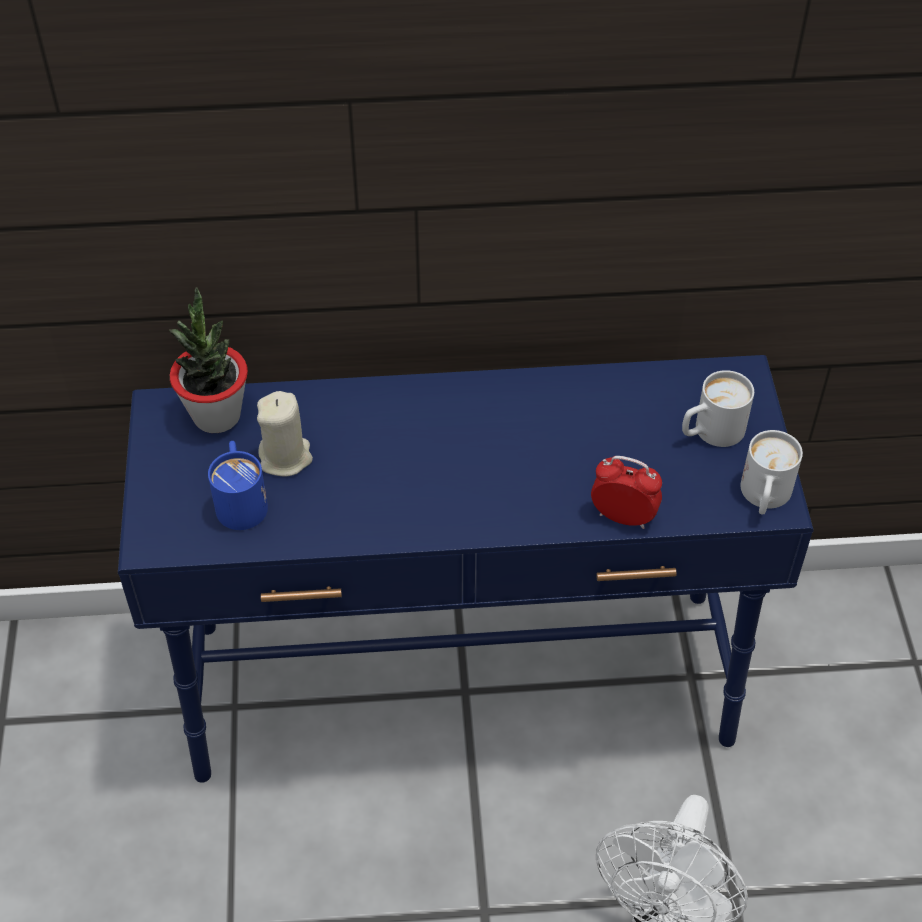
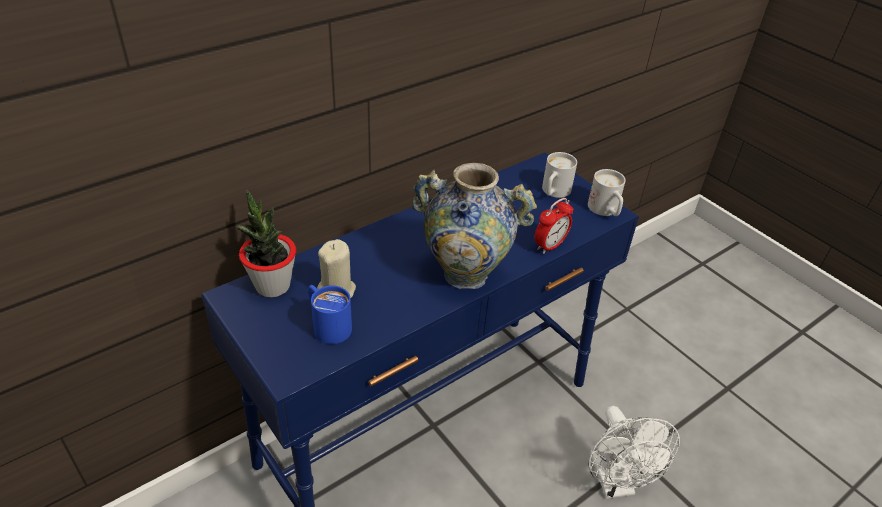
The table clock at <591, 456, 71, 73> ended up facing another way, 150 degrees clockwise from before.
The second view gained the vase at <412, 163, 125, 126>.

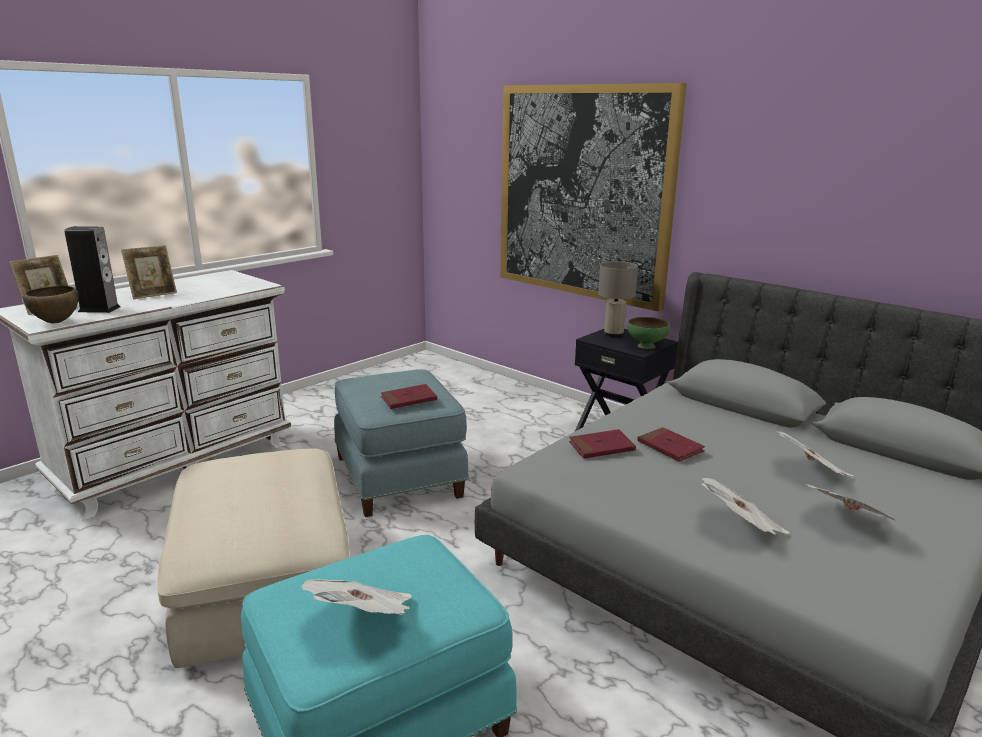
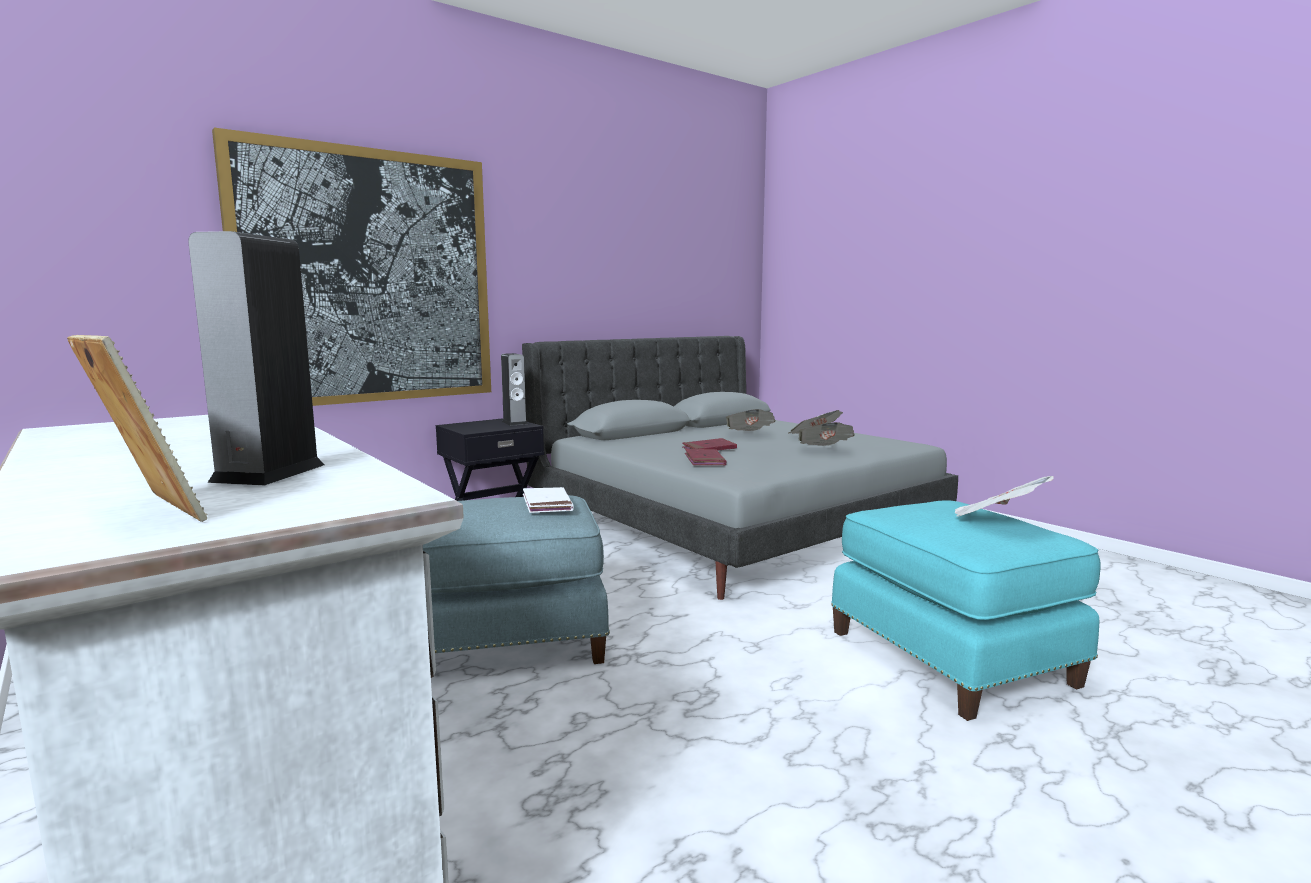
The second view lost the brown-coloured serving bowl at <23, 286, 55, 37>.
The second view lost the picture frame at <121, 246, 56, 53>.
The second view lost the beige footrest at <157, 449, 193, 219>.
What was the red volume at <381, 384, 56, 25> turned into the whitish volume at <523, 487, 51, 26>.
The second view lost the gray tabletop lamp at <598, 261, 40, 77>.
Where the greenish serving bowl stood at <627, 317, 42, 32>, the loudspeaker came to stand at <501, 353, 27, 73>.

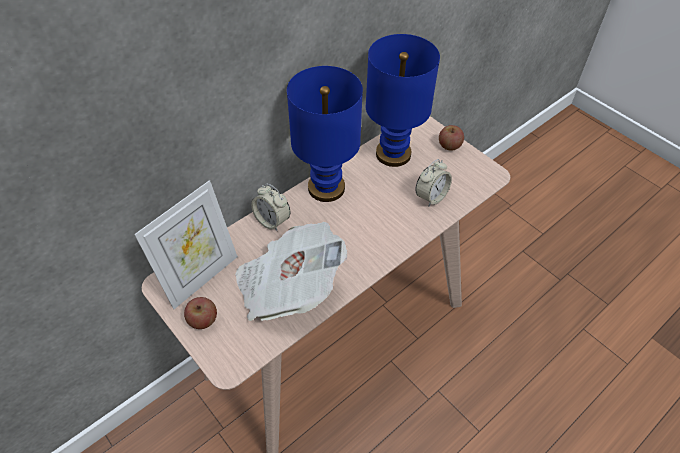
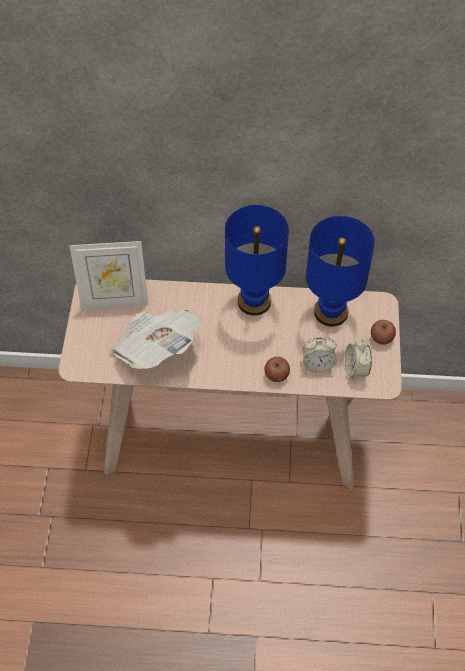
The whole apple ended up elsewhere, having gone from <184, 297, 33, 32> to <264, 357, 26, 25>.
The table clock ended up elsewhere, having gone from <251, 184, 39, 47> to <345, 339, 27, 41>.

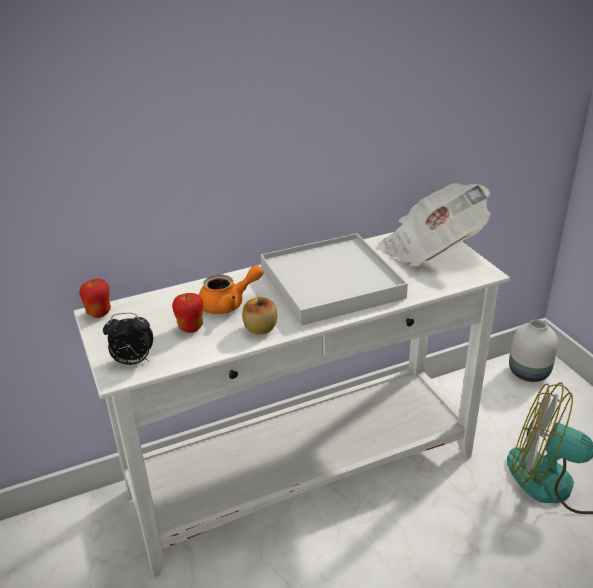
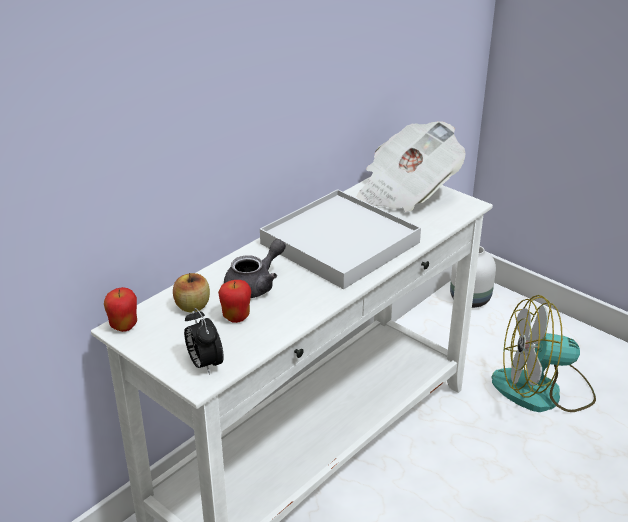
The table clock at <103, 313, 50, 52> ended up facing another way, 90 degrees clockwise from before.
What was the orange tea pot at <199, 265, 64, 49> turned into the gray tea pot at <224, 239, 62, 59>.
The whole apple ended up elsewhere, having gone from <242, 297, 35, 38> to <173, 273, 37, 39>.

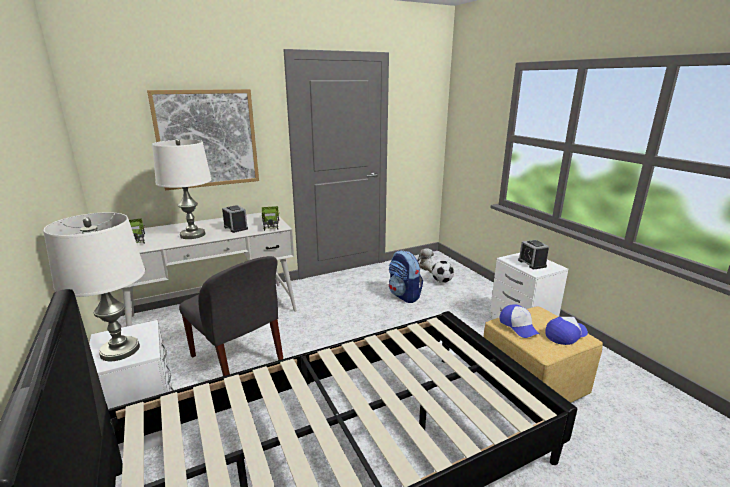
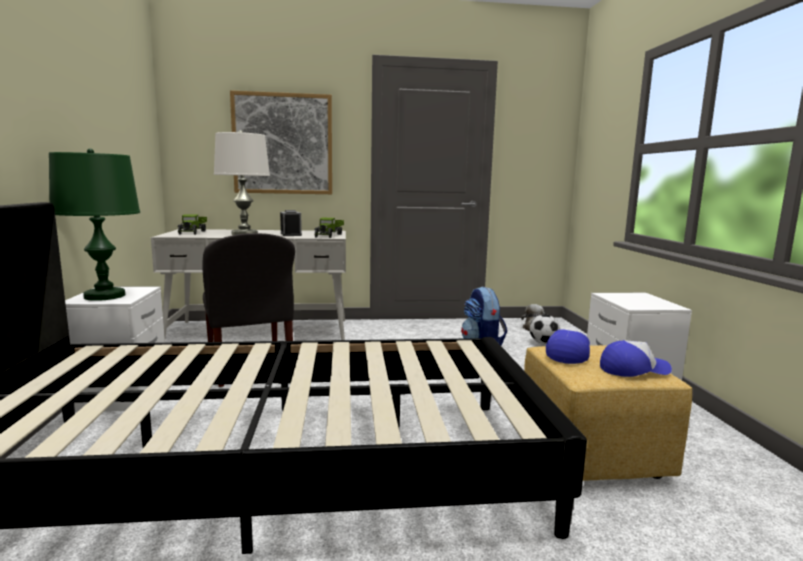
What was the whitish tabletop lamp at <43, 212, 102, 149> turned into the greenish tabletop lamp at <49, 149, 91, 152>.
The peaked cap at <500, 304, 39, 34> ended up facing another way, 150 degrees counterclockwise from before.
The second view lost the table clock at <518, 240, 31, 29>.

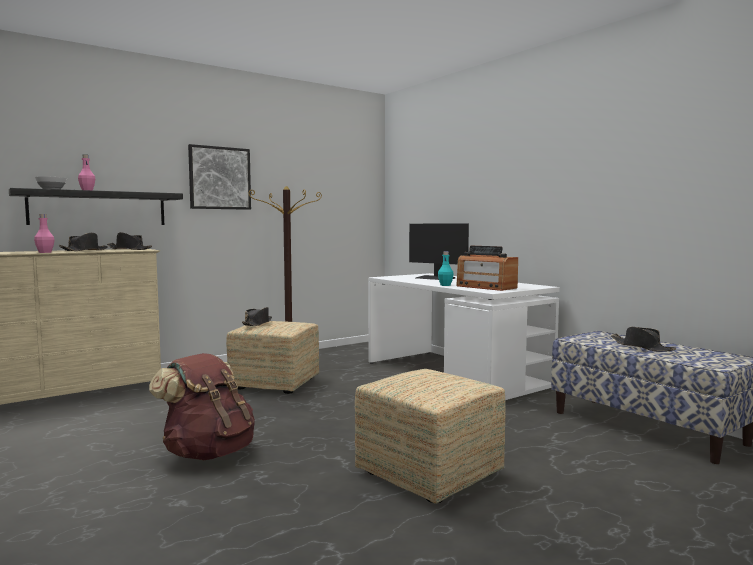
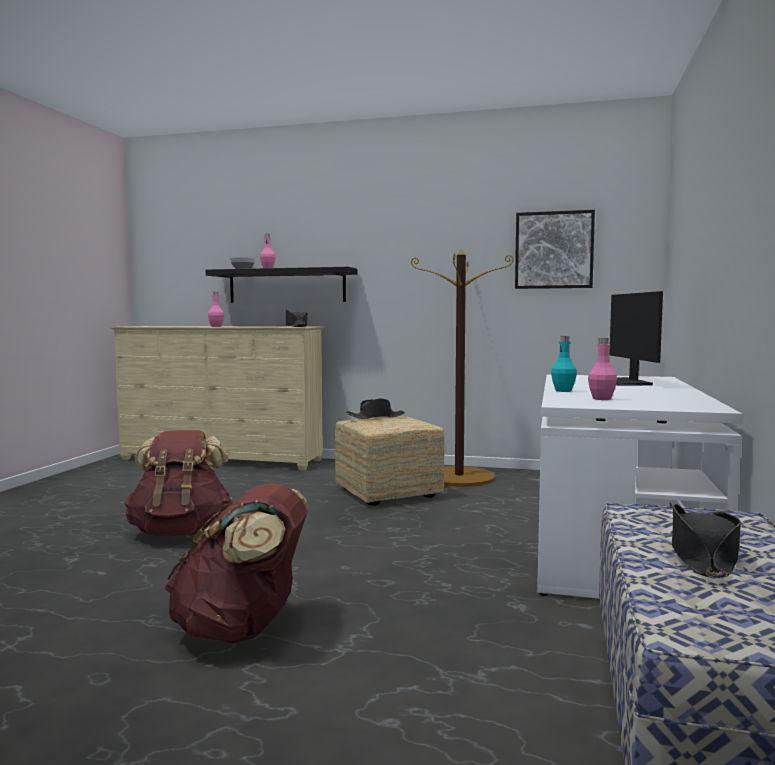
The second view lost the black-coloured clothing hat at <59, 233, 49, 18>.
The picture ended up elsewhere, having gone from <188, 144, 63, 66> to <515, 210, 80, 79>.
Where the footrest stood at <355, 369, 151, 135>, the brown-coloured knapsack came to stand at <164, 483, 144, 160>.
Where the radio receiver stood at <457, 246, 61, 45>, the pinkish bottle came to stand at <588, 338, 29, 62>.

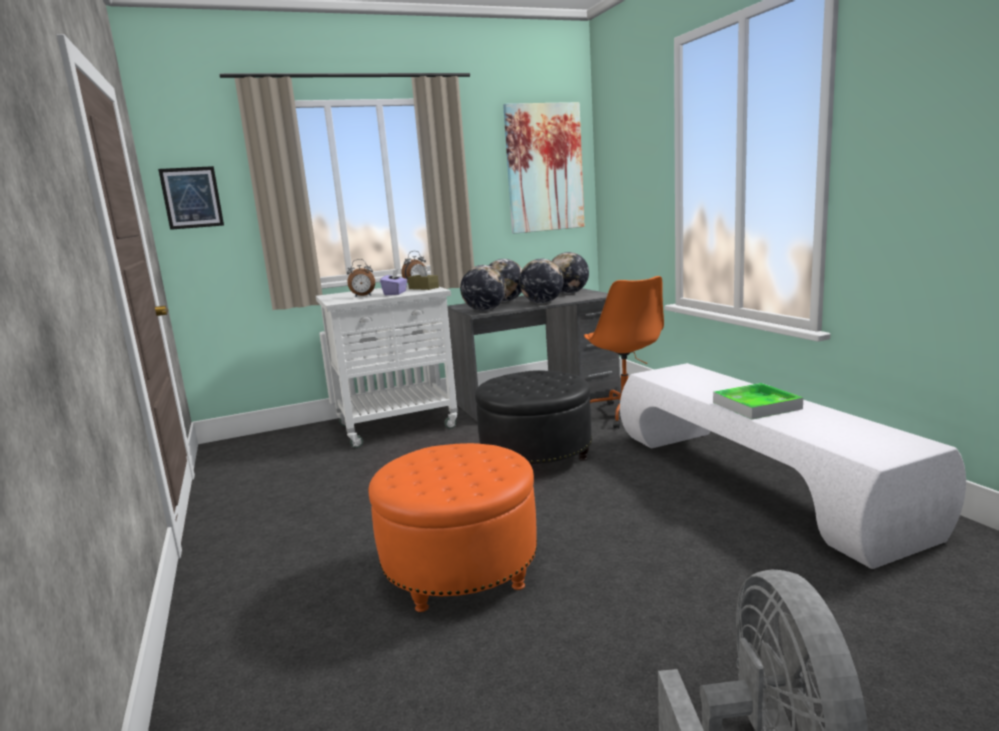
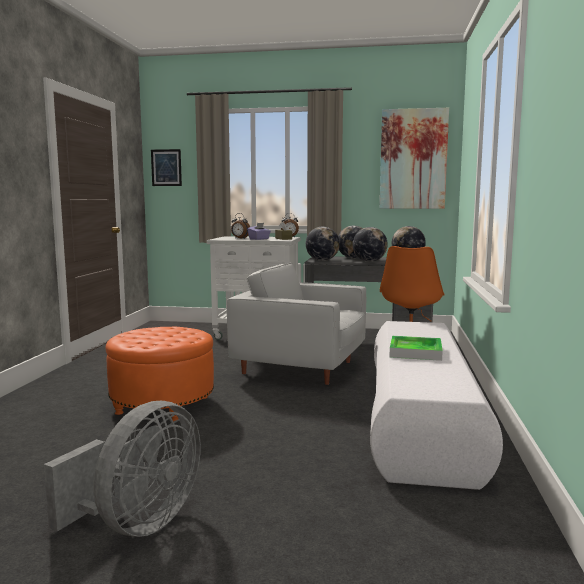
Where the black-coloured footrest stood at <475, 370, 117, 96>, the whitish easy chair came to stand at <227, 263, 139, 122>.

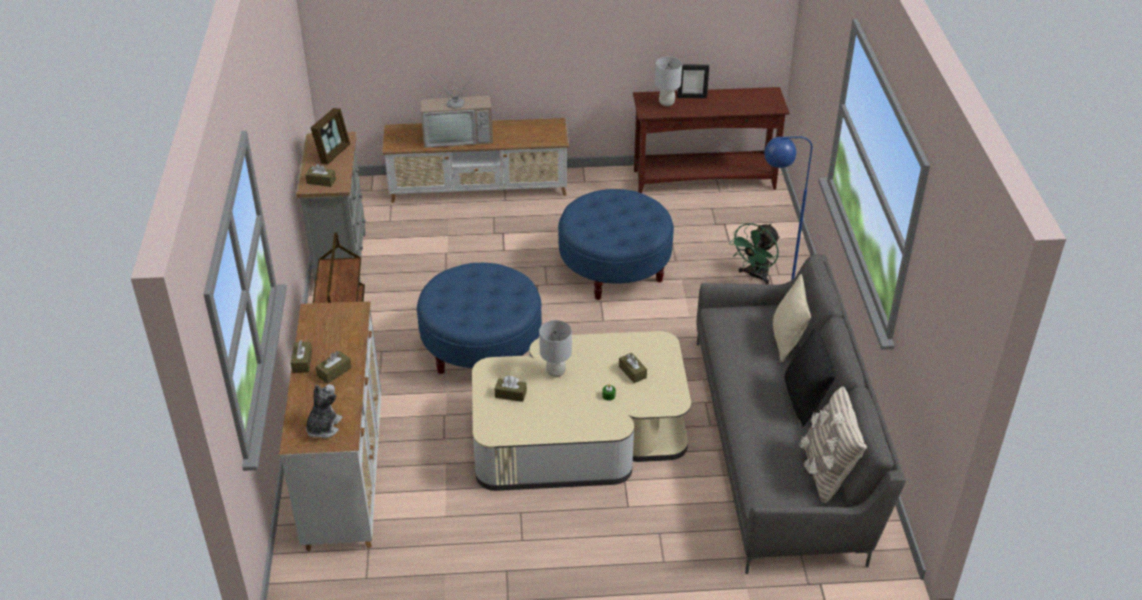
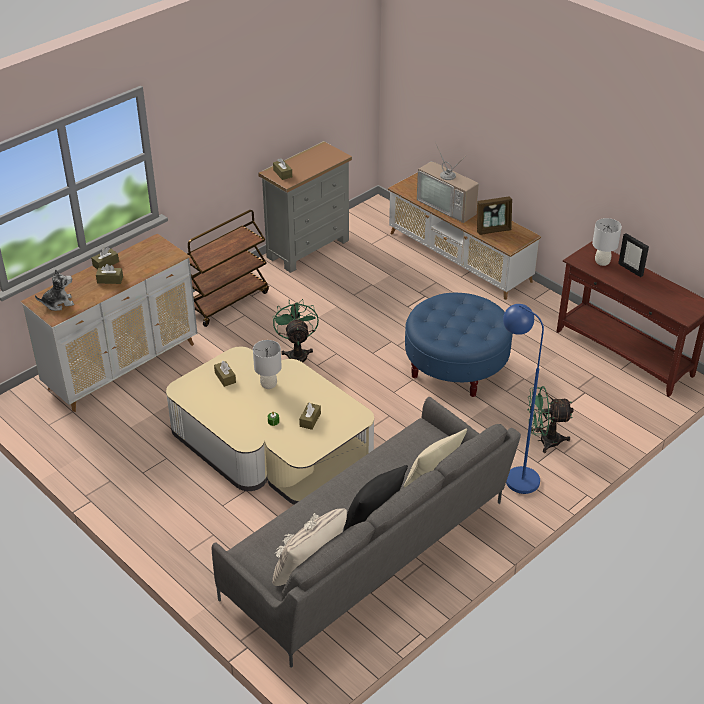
The picture frame ended up elsewhere, having gone from <311, 108, 39, 56> to <477, 196, 35, 39>.
Where the blue-coloured footrest stood at <417, 263, 125, 111>, the greenish cooling fan came to stand at <273, 299, 46, 63>.

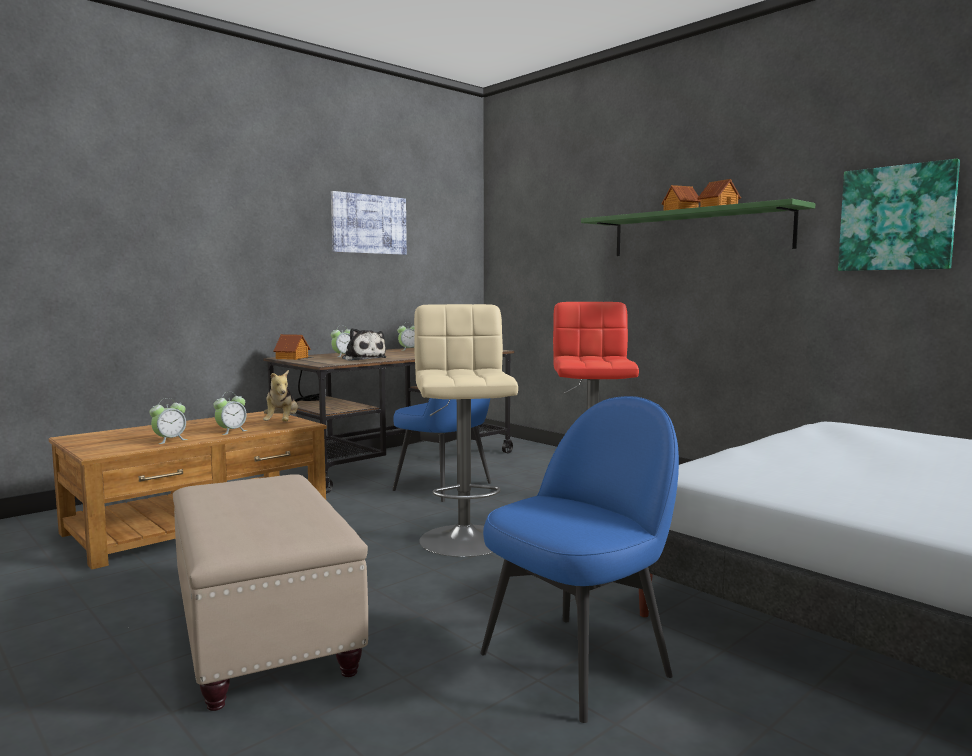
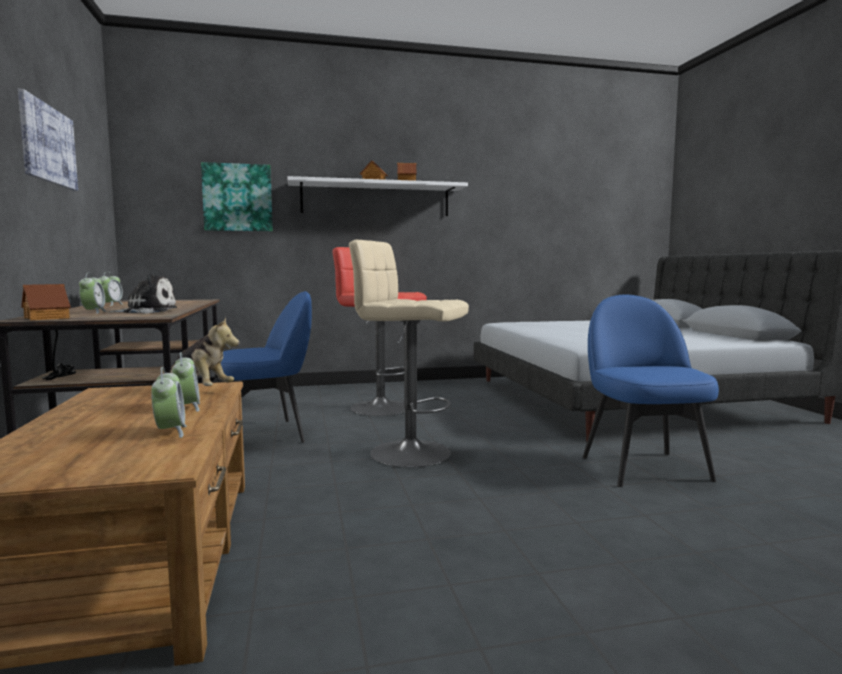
The second view lost the beige footrest at <173, 474, 195, 237>.
What was the greenish shelf at <581, 199, 235, 57> turned into the whitish shelf at <288, 176, 180, 40>.
The picture ended up elsewhere, having gone from <838, 159, 122, 112> to <201, 162, 72, 69>.

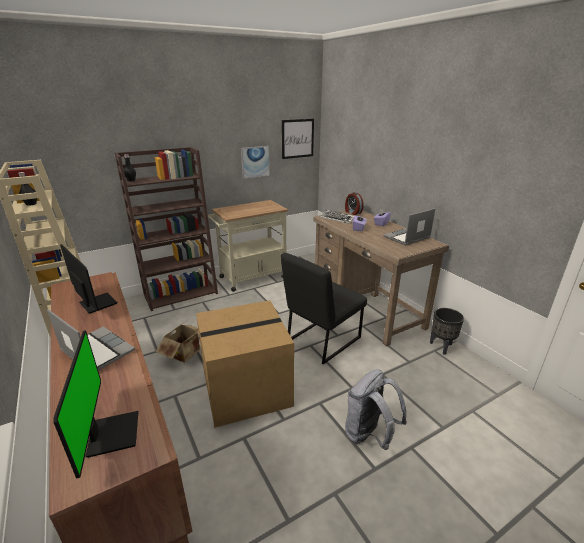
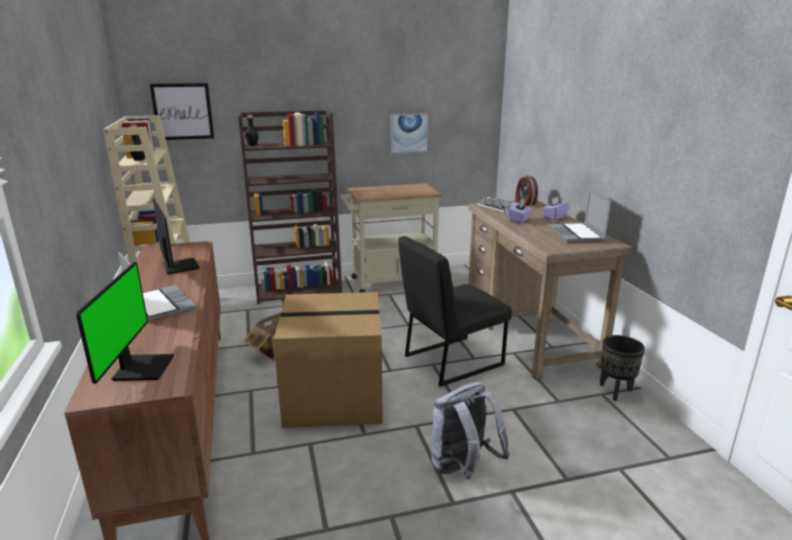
The picture ended up elsewhere, having gone from <282, 119, 32, 40> to <150, 83, 64, 57>.
The laptop at <383, 208, 52, 37> ended up facing another way, 75 degrees counterclockwise from before.

